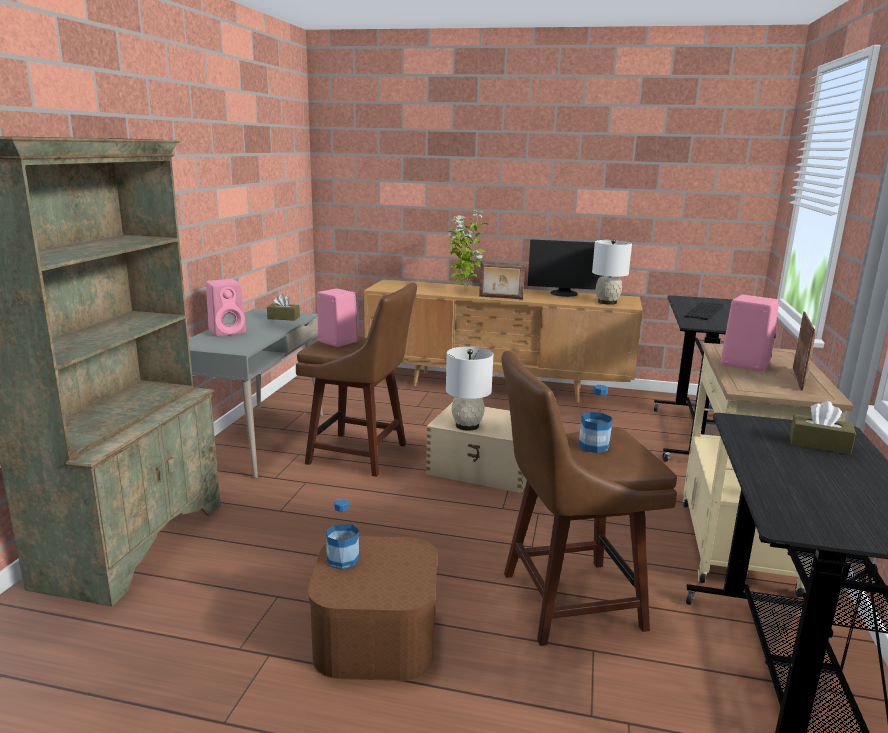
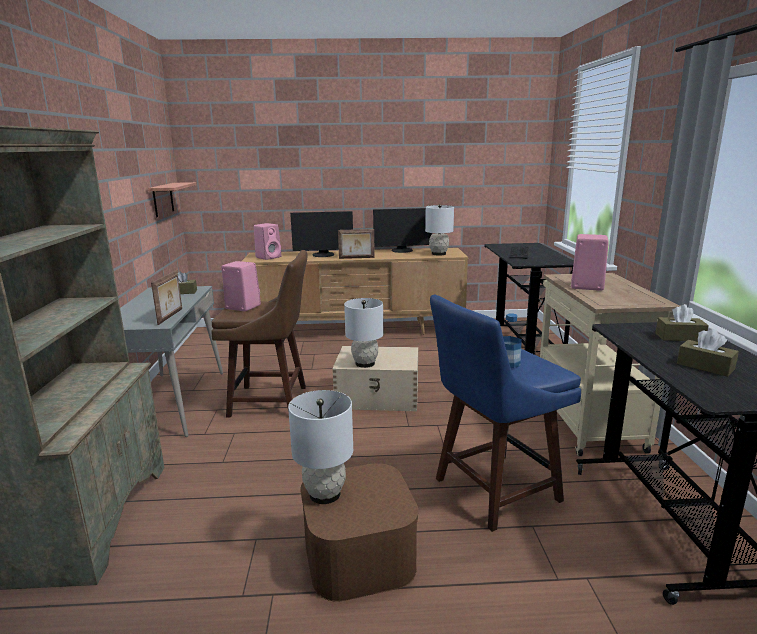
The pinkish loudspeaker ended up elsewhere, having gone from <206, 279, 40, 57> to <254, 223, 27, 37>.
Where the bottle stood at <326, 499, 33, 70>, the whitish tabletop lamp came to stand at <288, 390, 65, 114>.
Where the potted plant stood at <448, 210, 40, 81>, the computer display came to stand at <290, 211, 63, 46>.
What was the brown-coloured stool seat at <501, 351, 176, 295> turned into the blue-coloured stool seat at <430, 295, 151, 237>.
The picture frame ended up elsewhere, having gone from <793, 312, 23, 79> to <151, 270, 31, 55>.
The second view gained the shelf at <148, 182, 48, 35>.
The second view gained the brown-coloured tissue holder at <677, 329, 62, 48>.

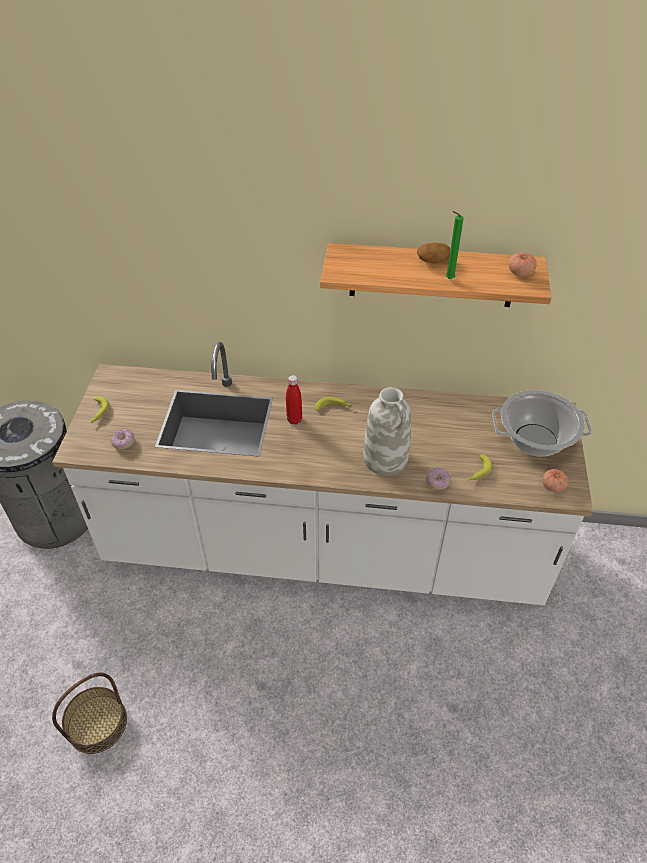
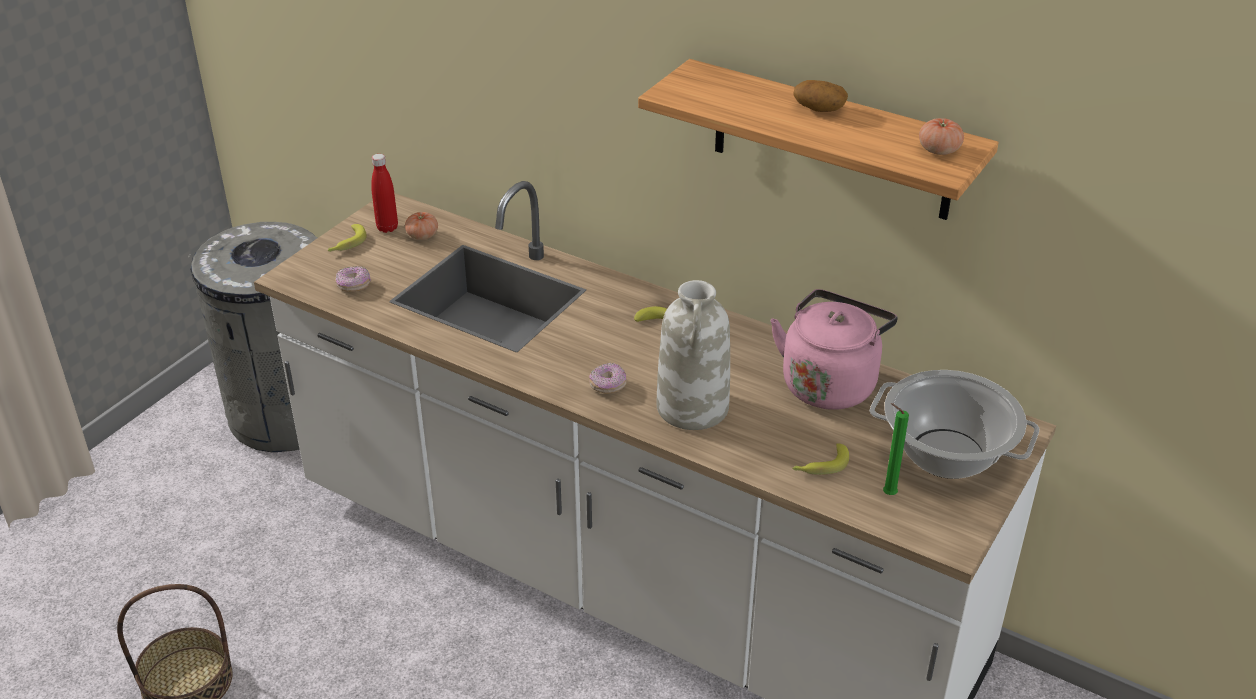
The red bottle ended up elsewhere, having gone from <286, 375, 16, 49> to <371, 154, 27, 79>.
The doughnut ended up elsewhere, having gone from <426, 467, 25, 23> to <589, 363, 37, 31>.
The greenish wax candle ended up elsewhere, having gone from <446, 211, 18, 68> to <883, 403, 26, 92>.
The tomato ended up elsewhere, having gone from <542, 469, 26, 23> to <405, 212, 33, 28>.
The second view gained the pinkish tea kettle at <770, 289, 127, 121>.

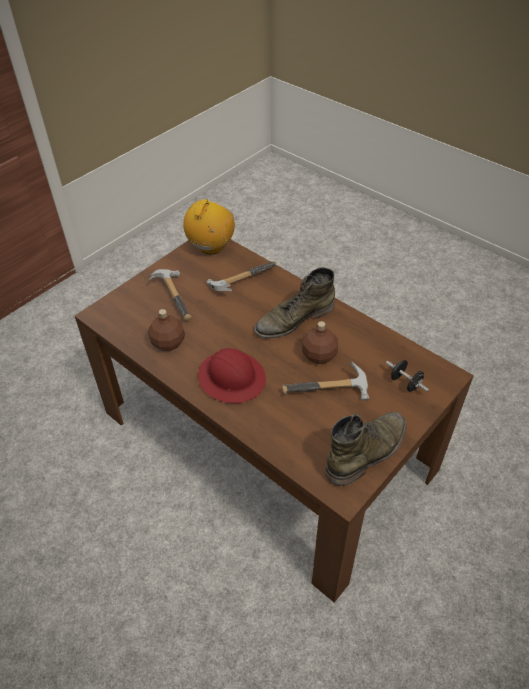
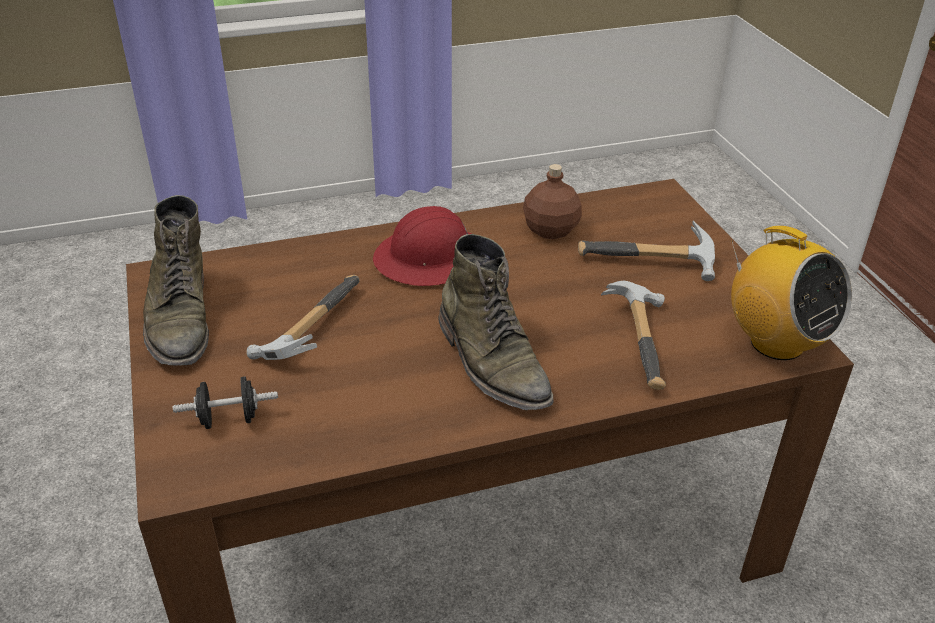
The greenish boot at <254, 267, 81, 72> ended up facing another way, 150 degrees clockwise from before.
The second view lost the brown-coloured bottle at <302, 321, 36, 43>.

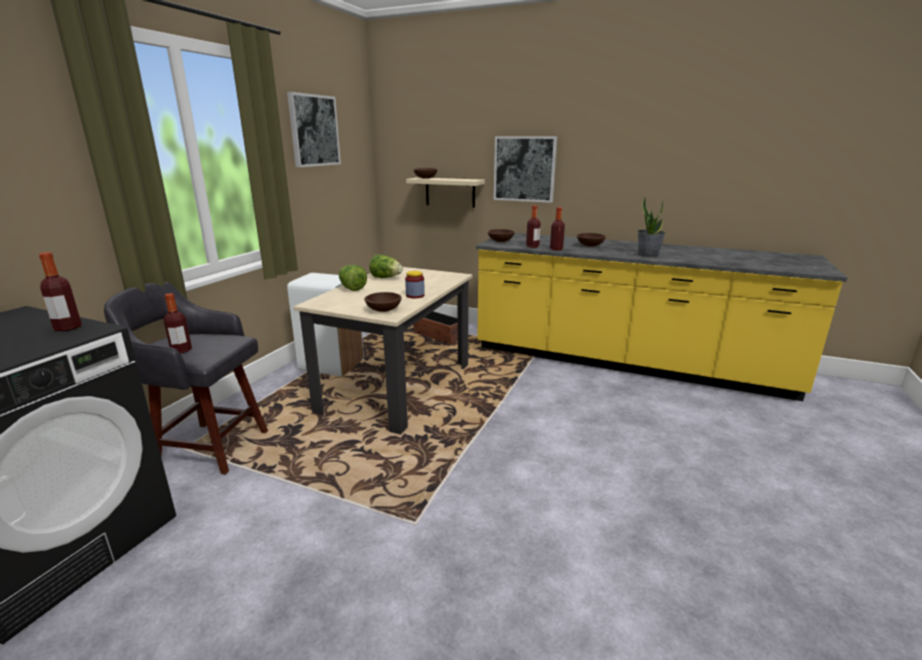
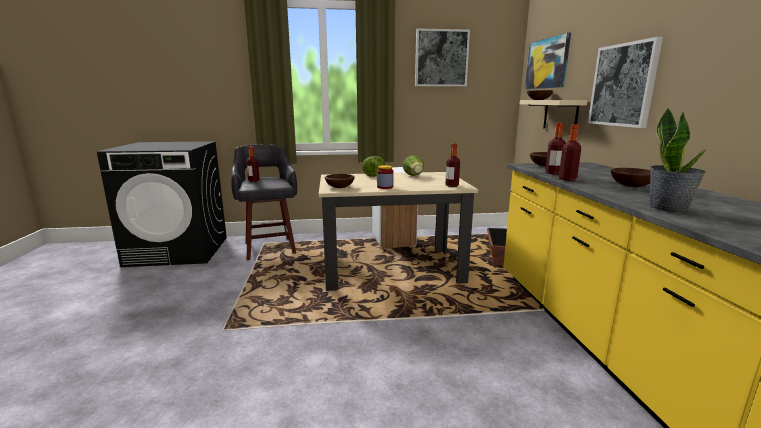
The bottle ended up elsewhere, having gone from <39, 252, 43, 79> to <445, 144, 15, 43>.
The second view gained the picture at <525, 33, 46, 56>.

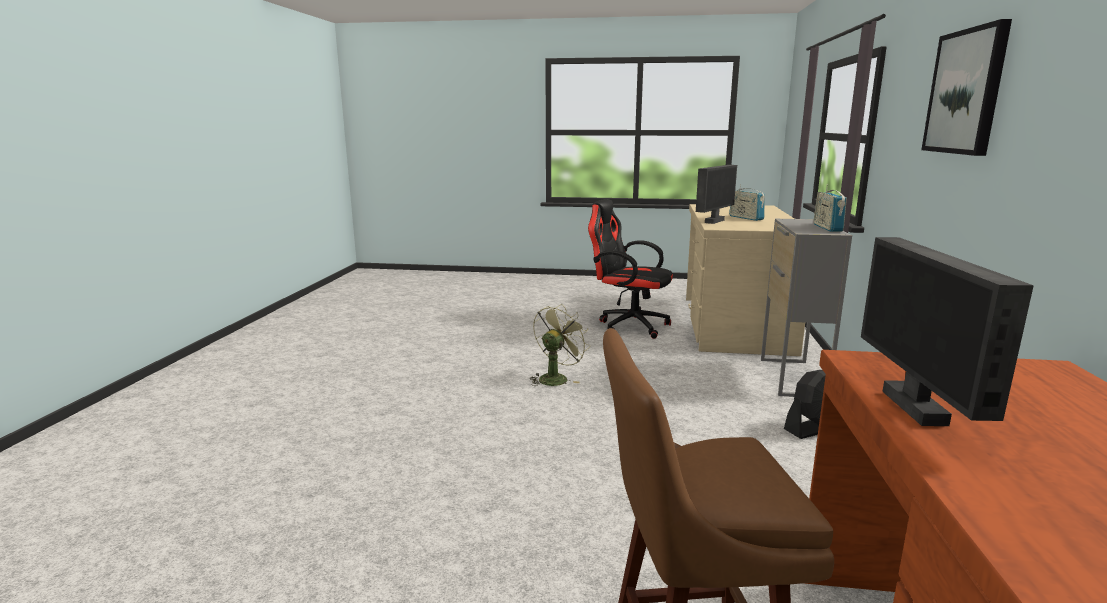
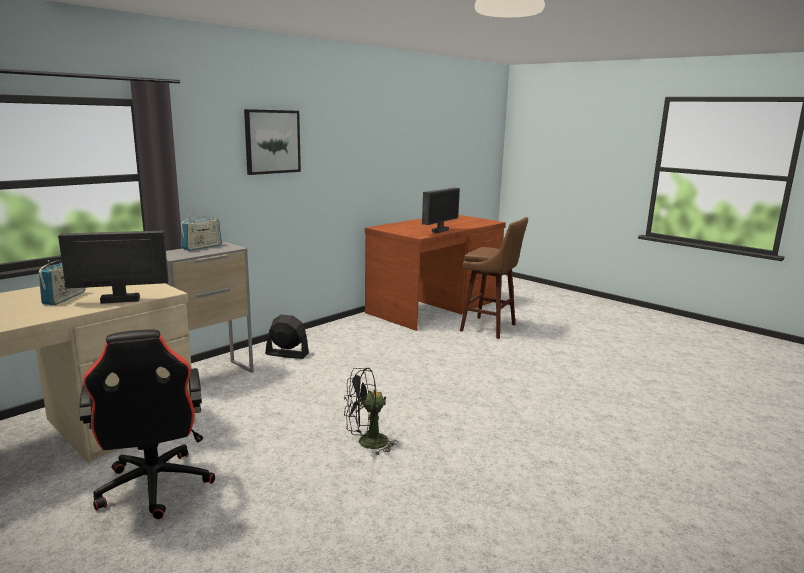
What was the greenish cooling fan at <530, 304, 58, 82> turned into the black-coloured cooling fan at <344, 368, 54, 87>.

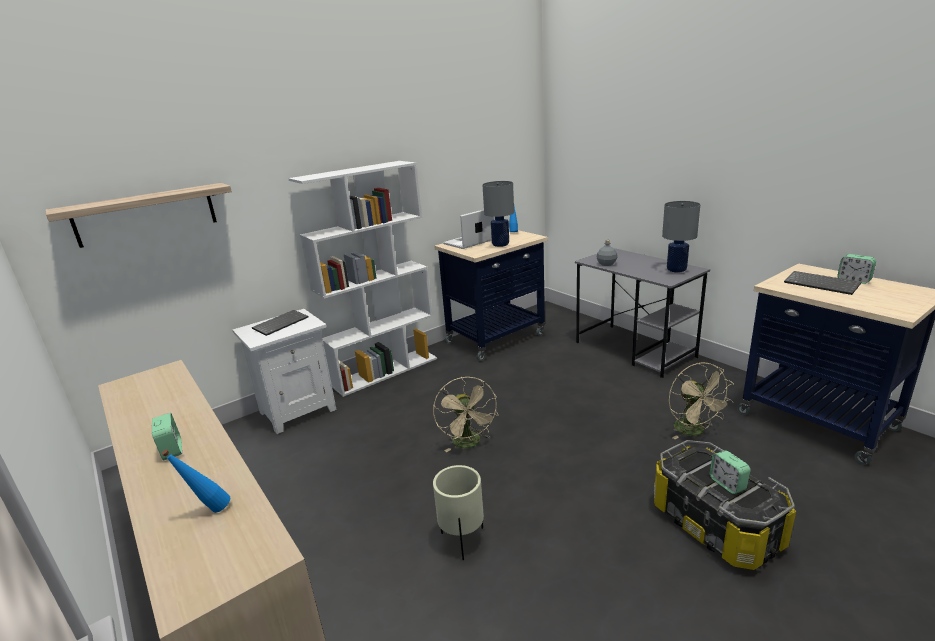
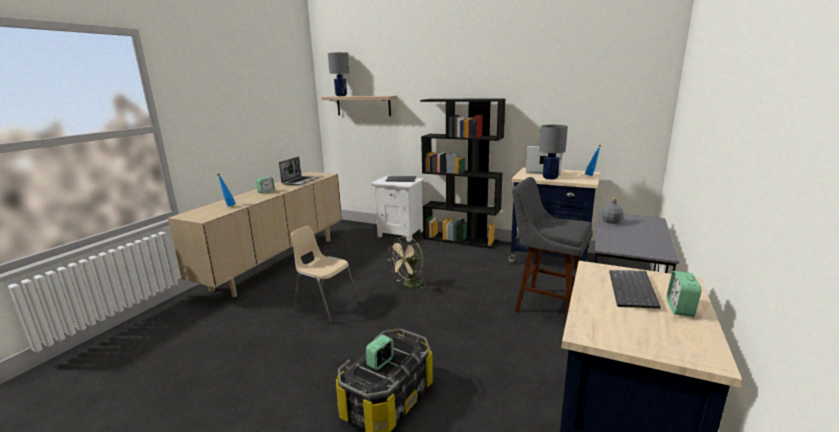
What was the whitish bookcase at <288, 161, 149, 236> turned into the black-coloured bookcase at <420, 98, 85, 151>.
Where the beige plant pot stood at <433, 465, 51, 95>, the beige upright chair came to stand at <291, 226, 68, 97>.
The gray tabletop lamp ended up elsewhere, having gone from <662, 201, 39, 72> to <328, 52, 21, 44>.
The second view lost the beige cooling fan at <669, 362, 65, 77>.
The second view gained the laptop at <279, 157, 39, 28>.
The second view gained the gray stool seat at <512, 177, 81, 138>.

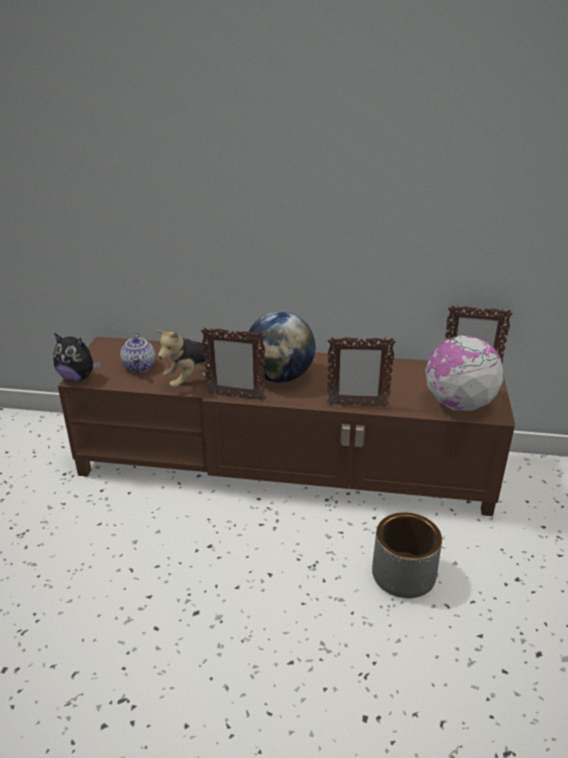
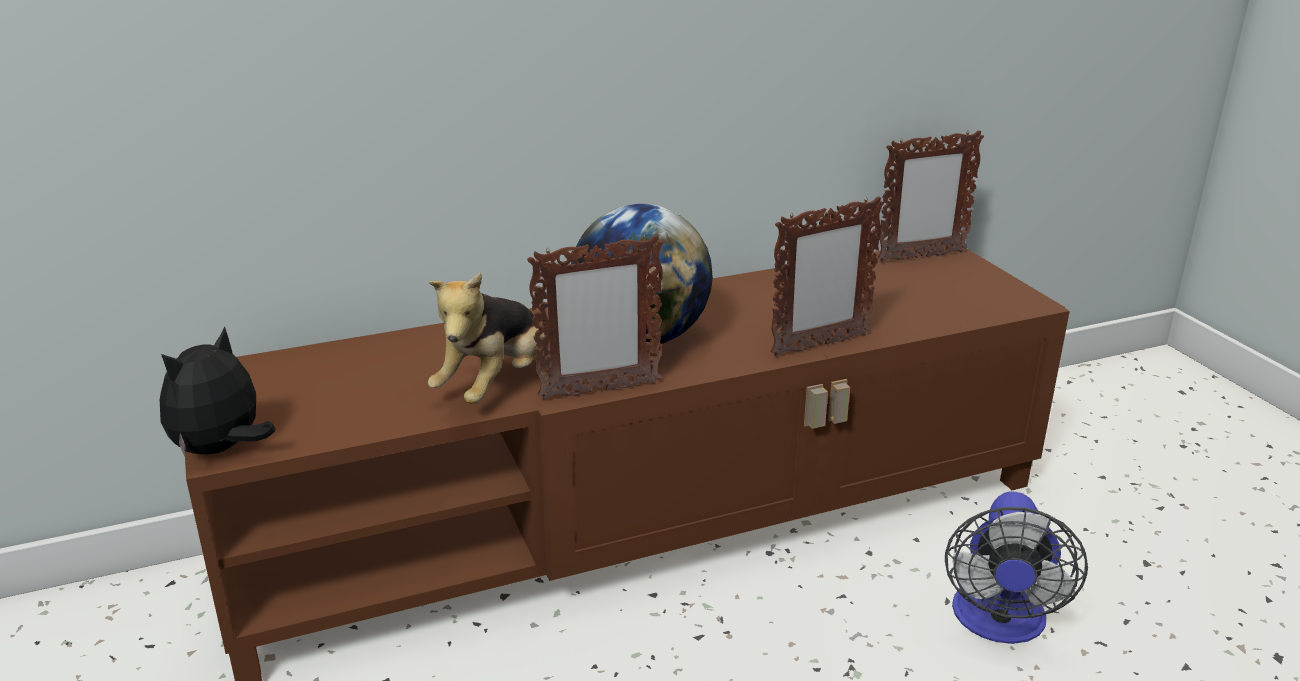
The plush toy at <53, 333, 48, 49> ended up facing another way, 135 degrees clockwise from before.
The second view lost the tea pot at <120, 333, 35, 40>.
Where the gray plant pot stood at <372, 512, 70, 86>, the cooling fan came to stand at <945, 491, 143, 153>.
The second view lost the globe at <425, 335, 79, 76>.

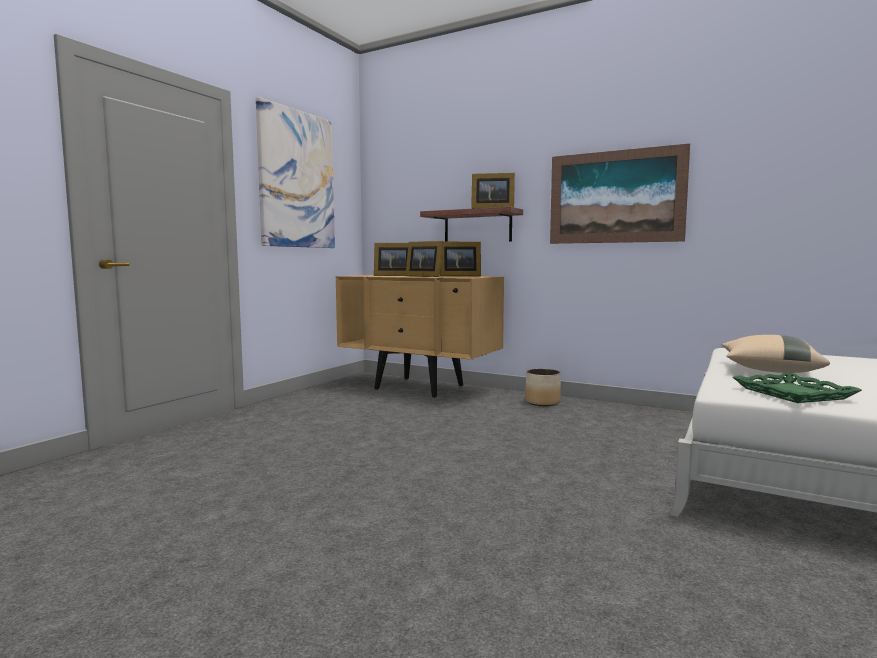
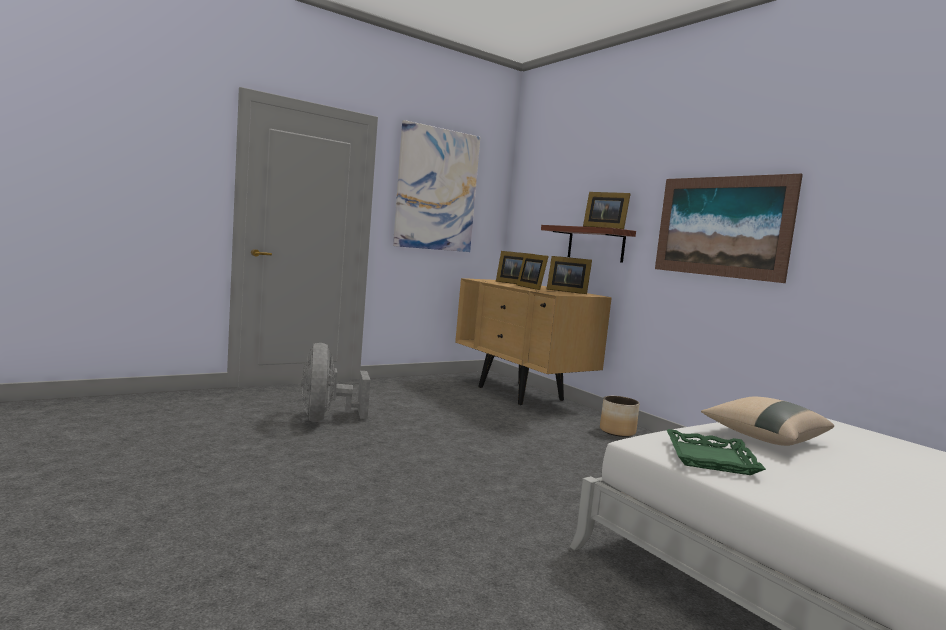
The second view gained the gray cooling fan at <301, 343, 69, 79>.

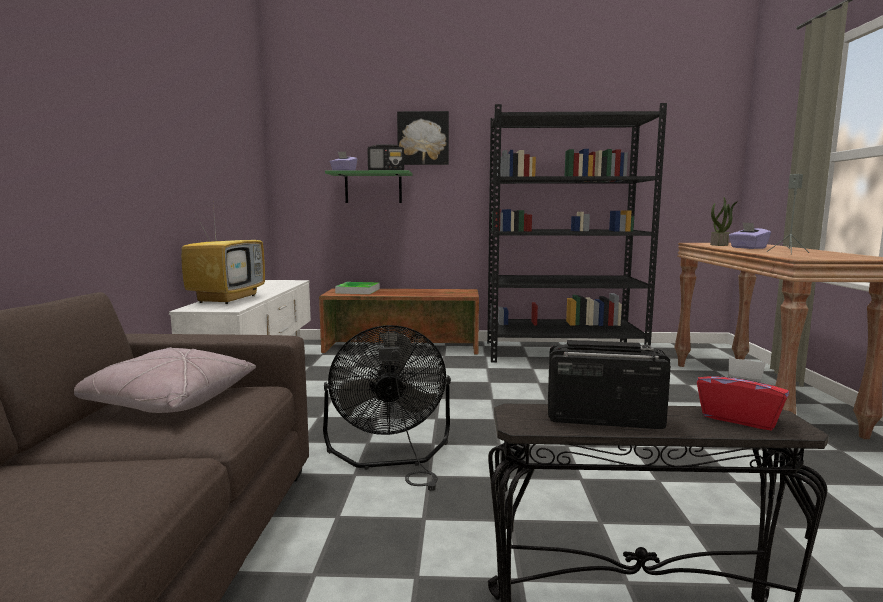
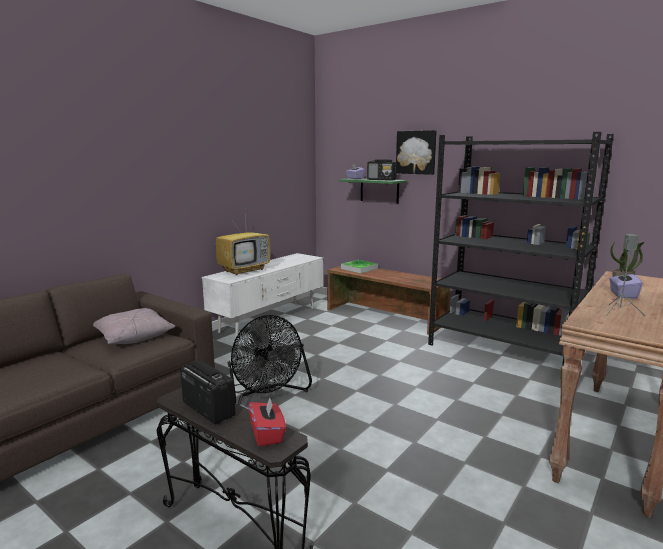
The black-coloured cooling fan at <323, 325, 128, 165> ended up facing another way, 120 degrees clockwise from before.

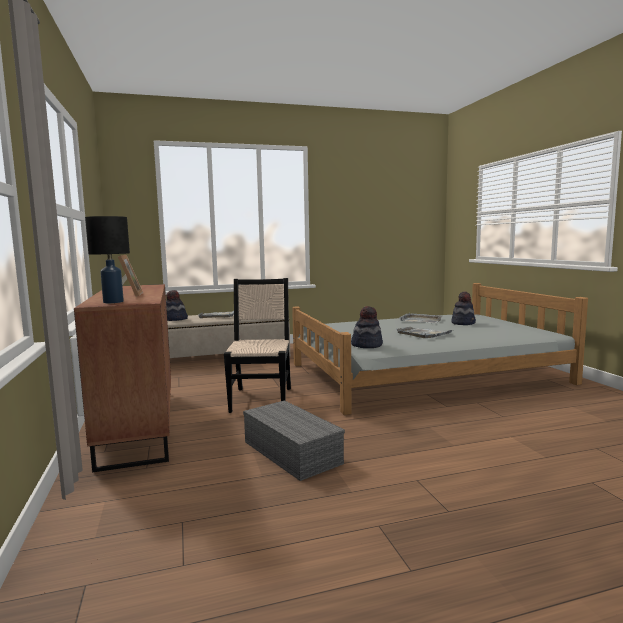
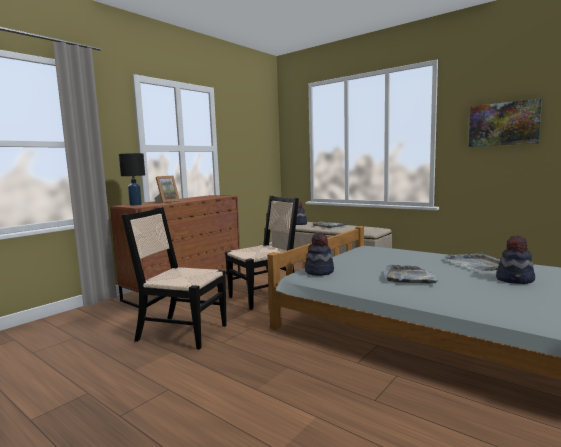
Where the gray storage container stood at <243, 400, 102, 81>, the upright chair came to stand at <121, 207, 106, 143>.
The second view gained the picture at <469, 99, 73, 48>.

